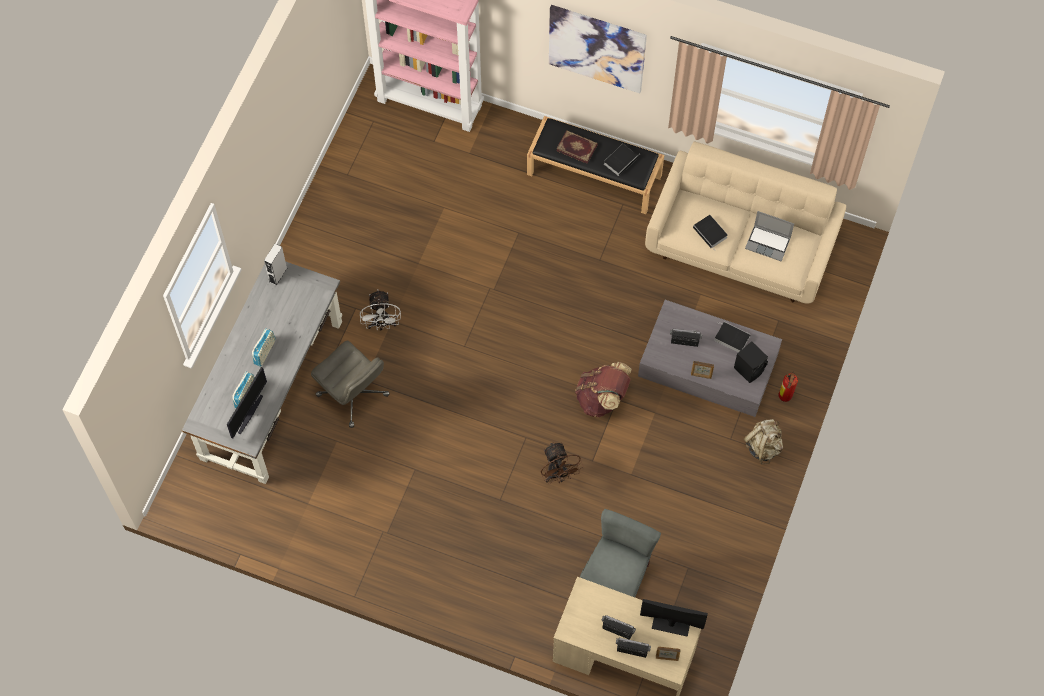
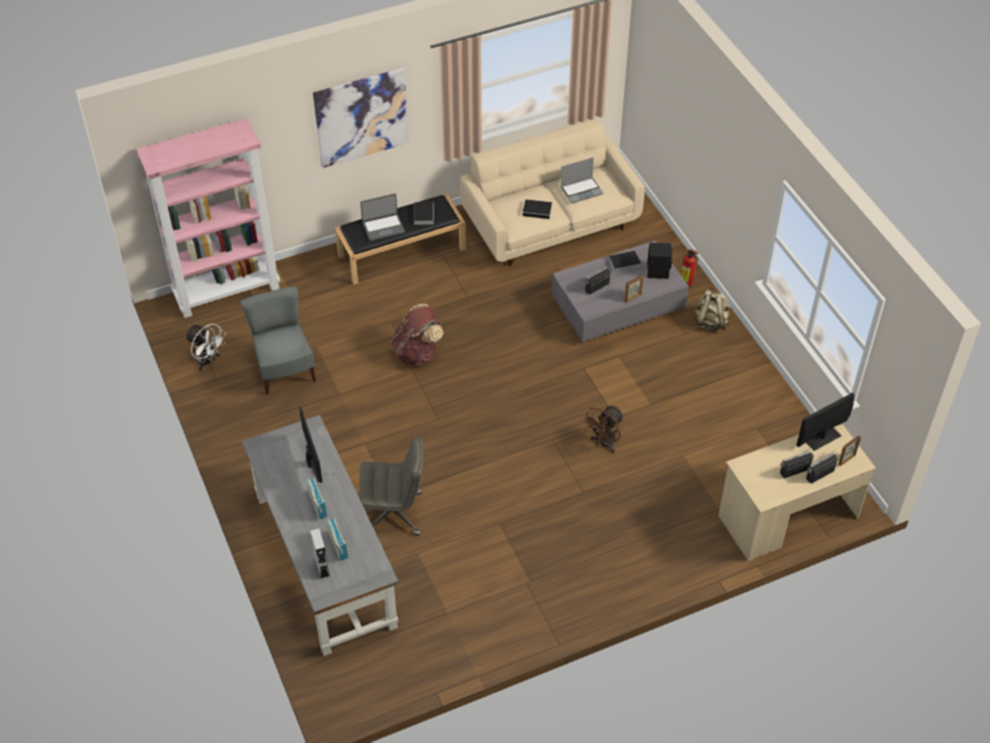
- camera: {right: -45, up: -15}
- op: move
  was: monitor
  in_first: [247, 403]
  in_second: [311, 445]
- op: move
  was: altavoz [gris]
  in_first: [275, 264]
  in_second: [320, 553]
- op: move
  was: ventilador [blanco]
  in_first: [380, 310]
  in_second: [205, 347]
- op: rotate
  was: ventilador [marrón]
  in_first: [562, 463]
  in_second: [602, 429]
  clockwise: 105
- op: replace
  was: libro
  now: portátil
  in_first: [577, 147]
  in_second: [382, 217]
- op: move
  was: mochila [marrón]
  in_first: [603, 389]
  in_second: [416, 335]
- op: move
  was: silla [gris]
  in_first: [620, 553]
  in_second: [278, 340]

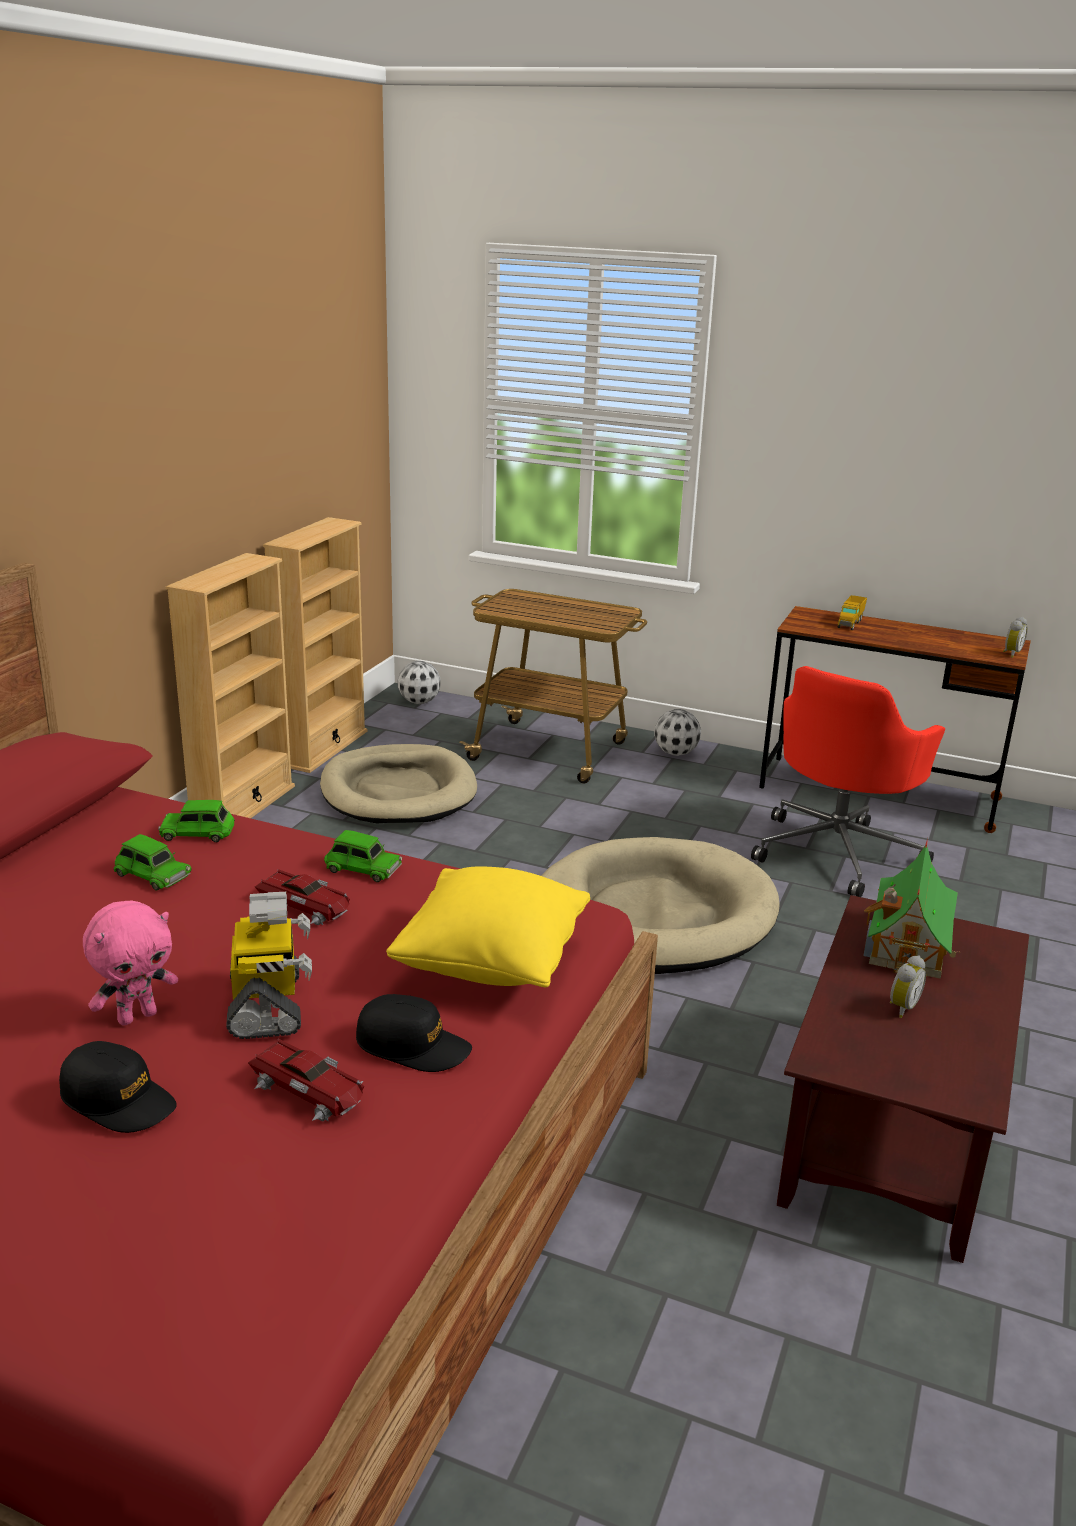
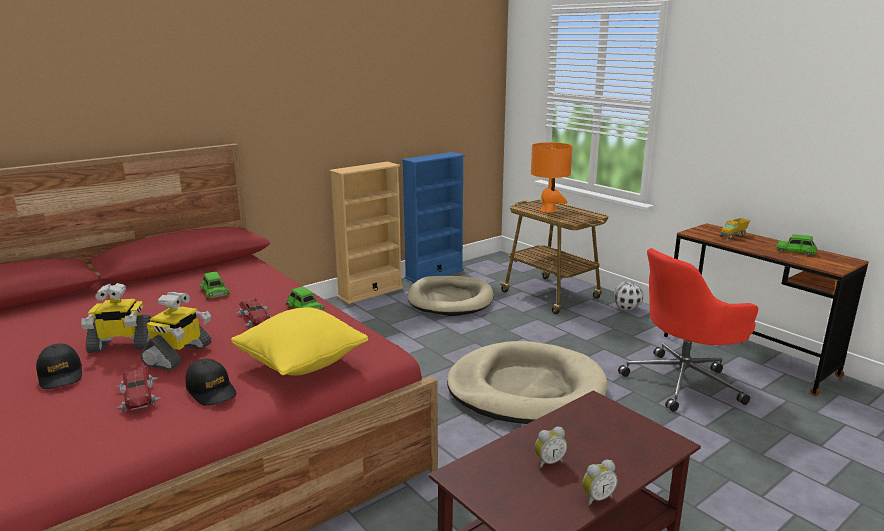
- camera: {right: 30, up: -5}
- op: replace
  was: peluche [rosa]
  now: robot de juguete
  in_first: [130, 963]
  in_second: [116, 318]
- op: move
  was: coche de juguete [verde]
  in_first: [196, 821]
  in_second: [796, 245]
- op: recolor
  was: estantería [beis]
  now: estantería [azul]
  in_first: [315, 645]
  in_second: [433, 217]
- op: delete
  was: balón de fútbol
  in_first: [419, 682]
- op: delete
  was: casita
  in_first: [912, 908]
- op: move
  was: despertador
  in_first: [1015, 637]
  in_second: [600, 483]
- op: insert
  now: lámpara de mesa [naranja]
  in_second: [552, 177]

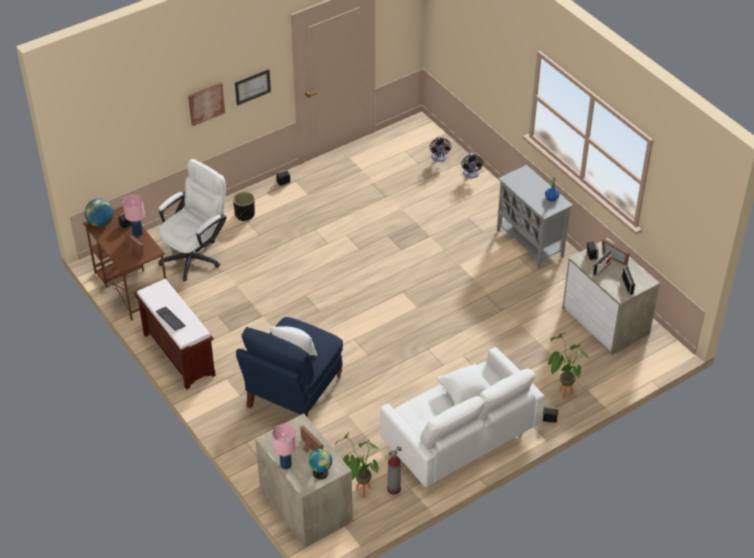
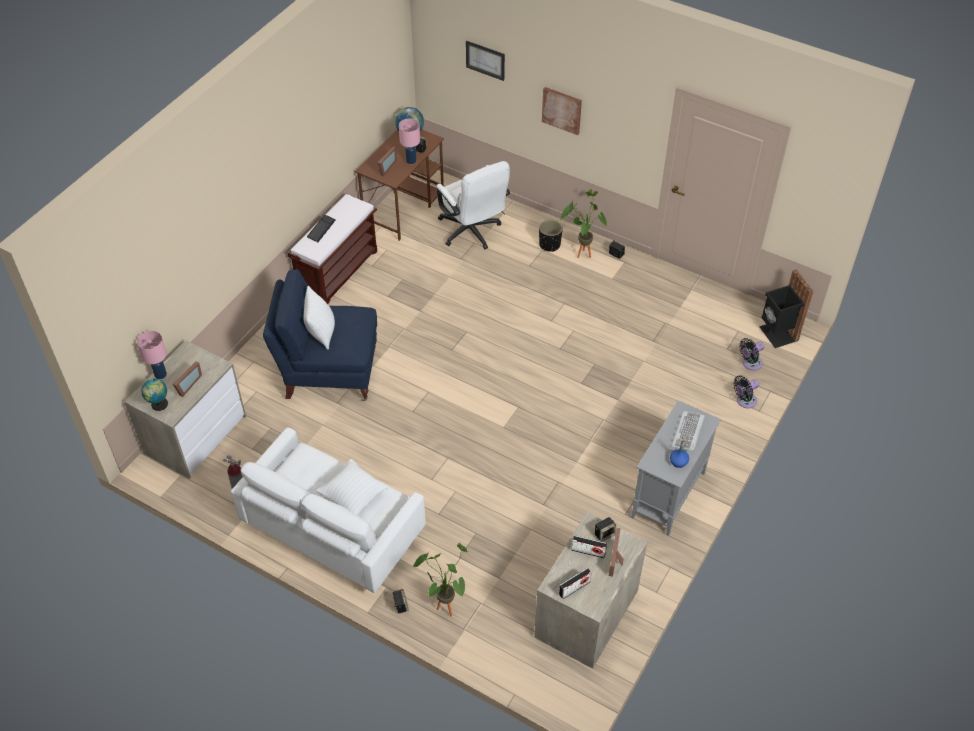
- camera: {right: 65, up: 5}
- op: rotate
  was: silla de oficina [blanco]
  in_first: [192, 220]
  in_second: [473, 205]
  clockwise: 45
- op: move
  was: cuadro
  in_first: [253, 87]
  in_second: [485, 61]
- op: move
  was: planta en maceta
  in_first: [357, 465]
  in_second: [584, 223]
- op: insert
  now: teclado
  in_second: [688, 431]
- op: insert
  now: papelera [negro]
  in_second: [786, 309]

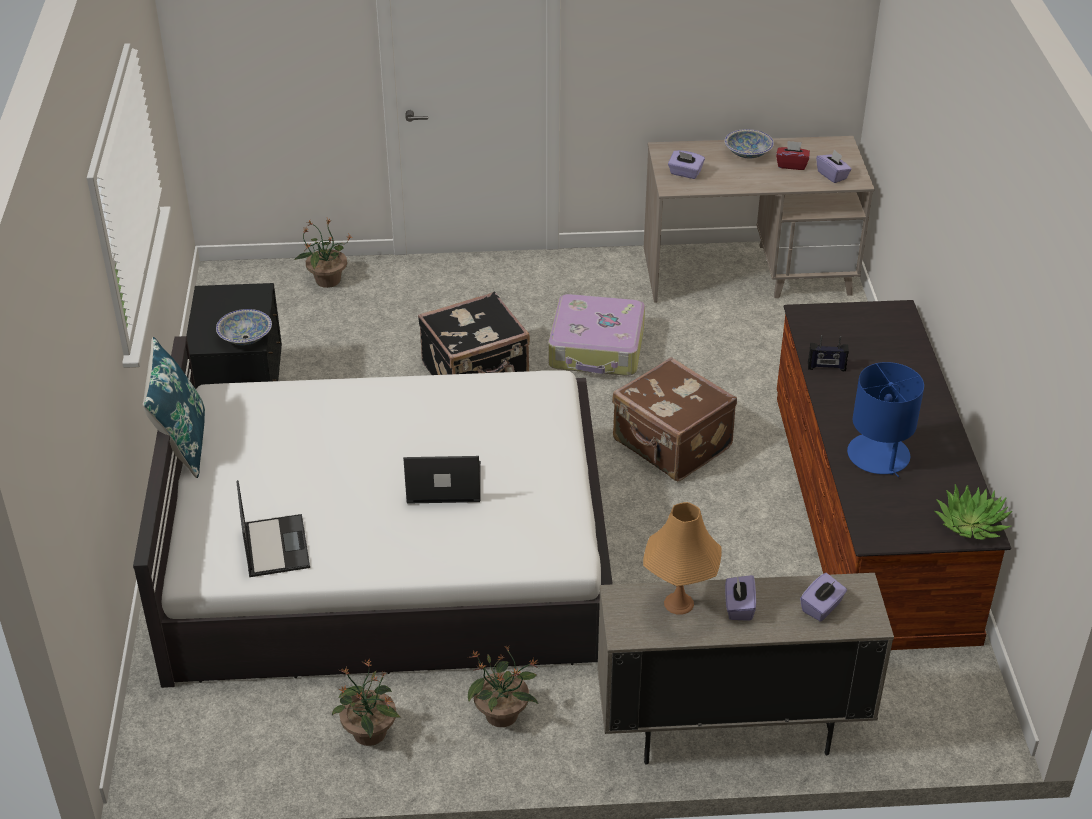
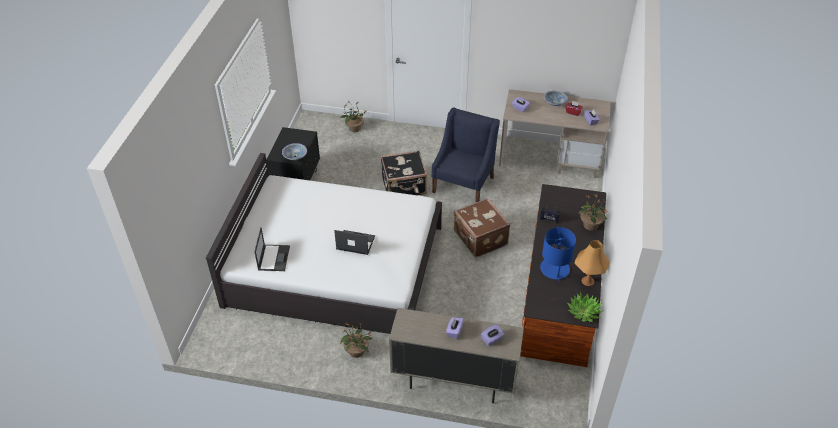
- camera: {right: 15, up: 5}
- op: delete
  was: cojín [azul]
  in_first: [174, 407]
- op: move
  was: planta en maceta
  in_first: [366, 702]
  in_second: [593, 213]
- op: replace
  was: maleta
  now: sillón [azul]
  in_first: [597, 335]
  in_second: [465, 155]
- op: move
  was: lámpara de mesa [naranja]
  in_first: [682, 558]
  in_second: [592, 263]

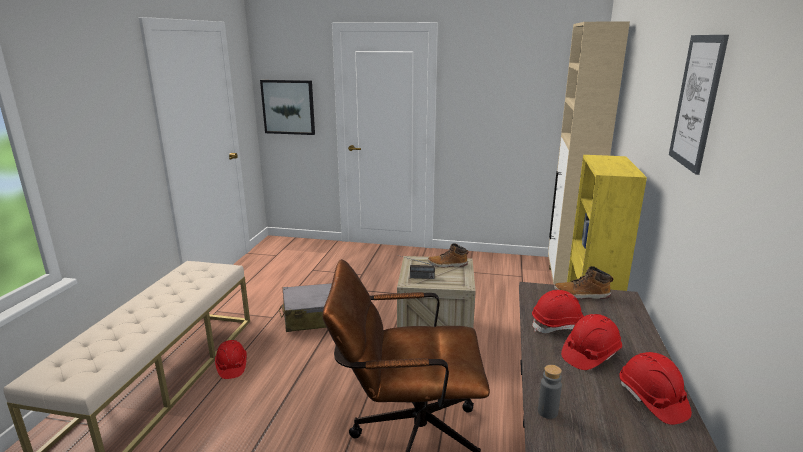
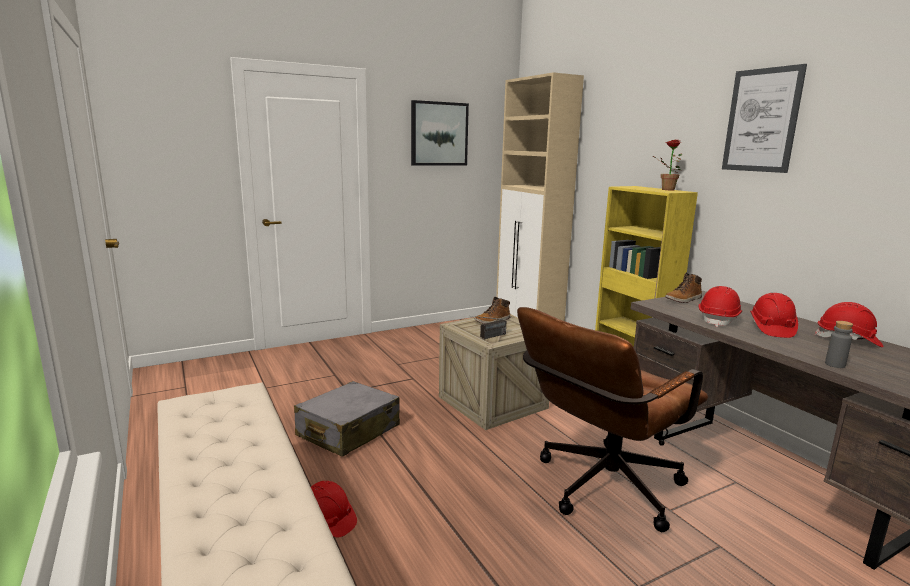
- camera: {right: -40, up: -5}
- op: move
  was: cuadro
  in_first: [287, 107]
  in_second: [440, 133]
- op: insert
  now: planta en maceta
  in_second: [667, 164]

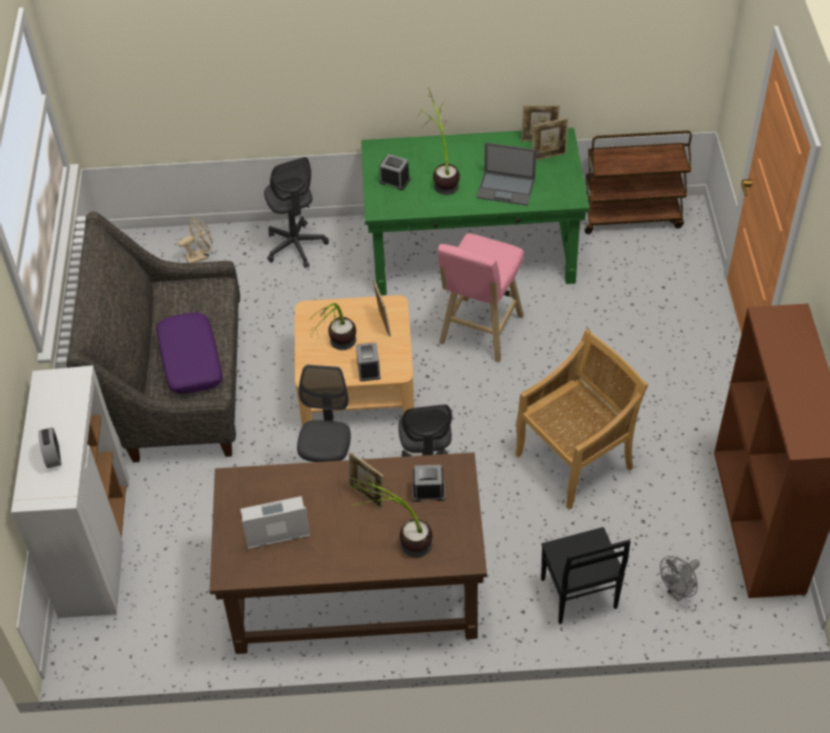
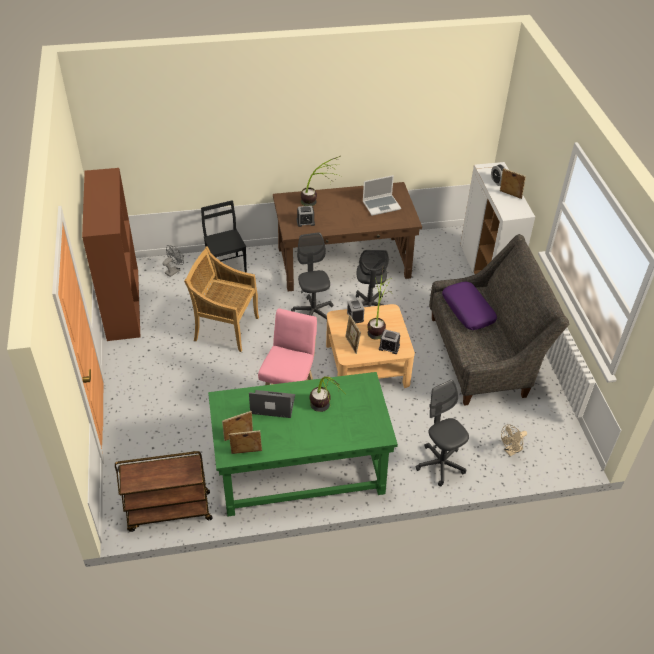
- camera: {right: 170, up: -5}
- op: move
  was: portarretratos
  in_first: [366, 480]
  in_second: [513, 183]
- op: move
  was: despertador
  in_first: [395, 172]
  in_second: [389, 341]
- op: rotate
  was: silla [beis]
  in_first: [582, 419]
  in_second: [221, 299]
  clockwise: 60

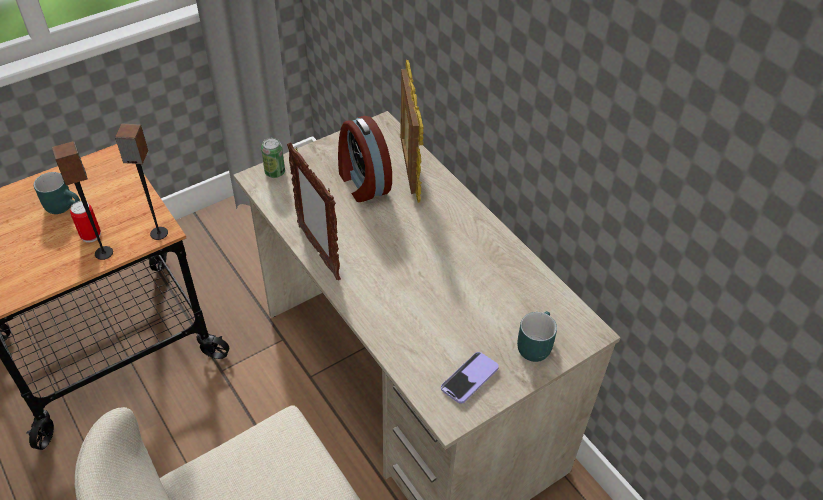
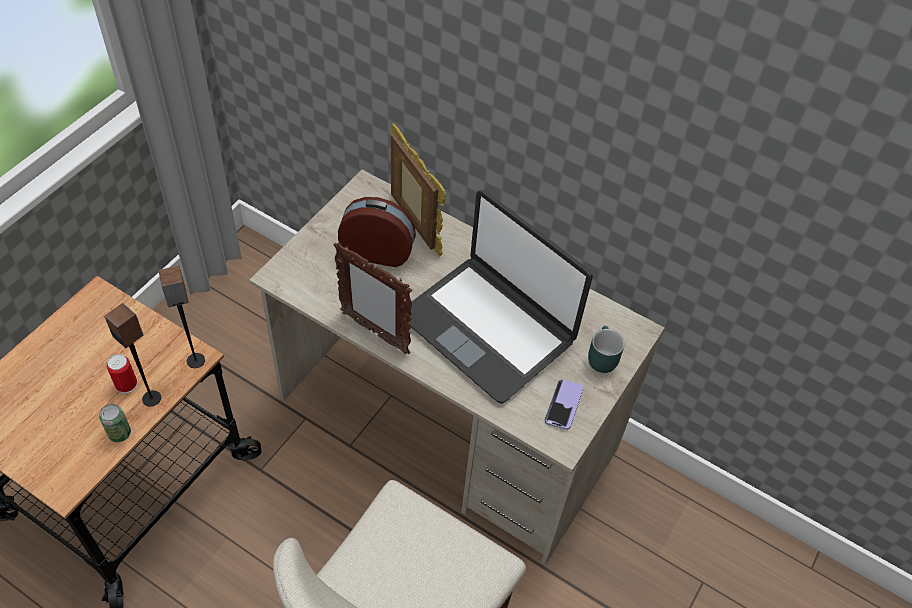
- camera: {right: -25, up: 5}
- op: delete
  was: taza grande [turquesa]
  in_first: [57, 193]
- op: move
  was: lata
  in_first: [273, 158]
  in_second: [115, 423]
- op: rotate
  was: despertador
  in_first: [365, 159]
  in_second: [377, 232]
  clockwise: 150
- op: insert
  now: portátil
  in_second: [501, 297]

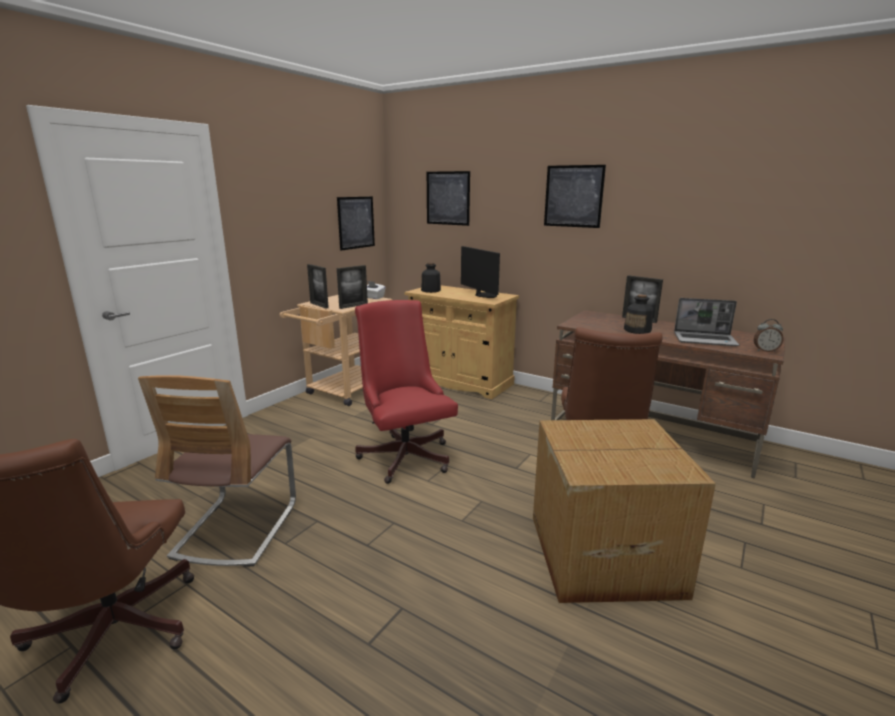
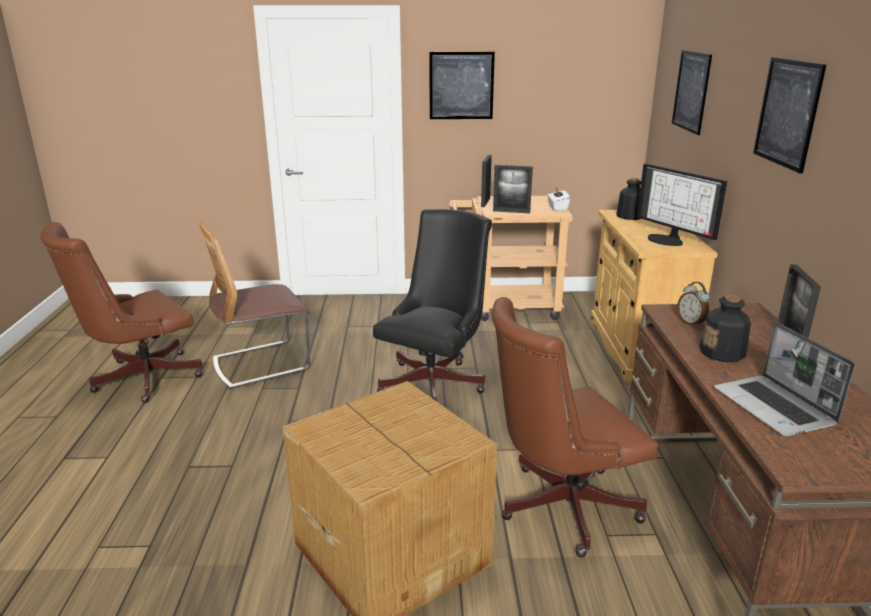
- camera: {right: 55, up: 5}
- op: move
  was: cuadro
  in_first: [356, 224]
  in_second: [462, 85]
- op: recolor
  was: silla de oficina [rojo]
  now: silla de oficina [negro]
  in_first: [406, 392]
  in_second: [432, 305]
- op: rotate
  was: monitor
  in_first: [480, 272]
  in_second: [682, 205]
  clockwise: 120
- op: move
  was: despertador
  in_first: [768, 335]
  in_second: [693, 305]

